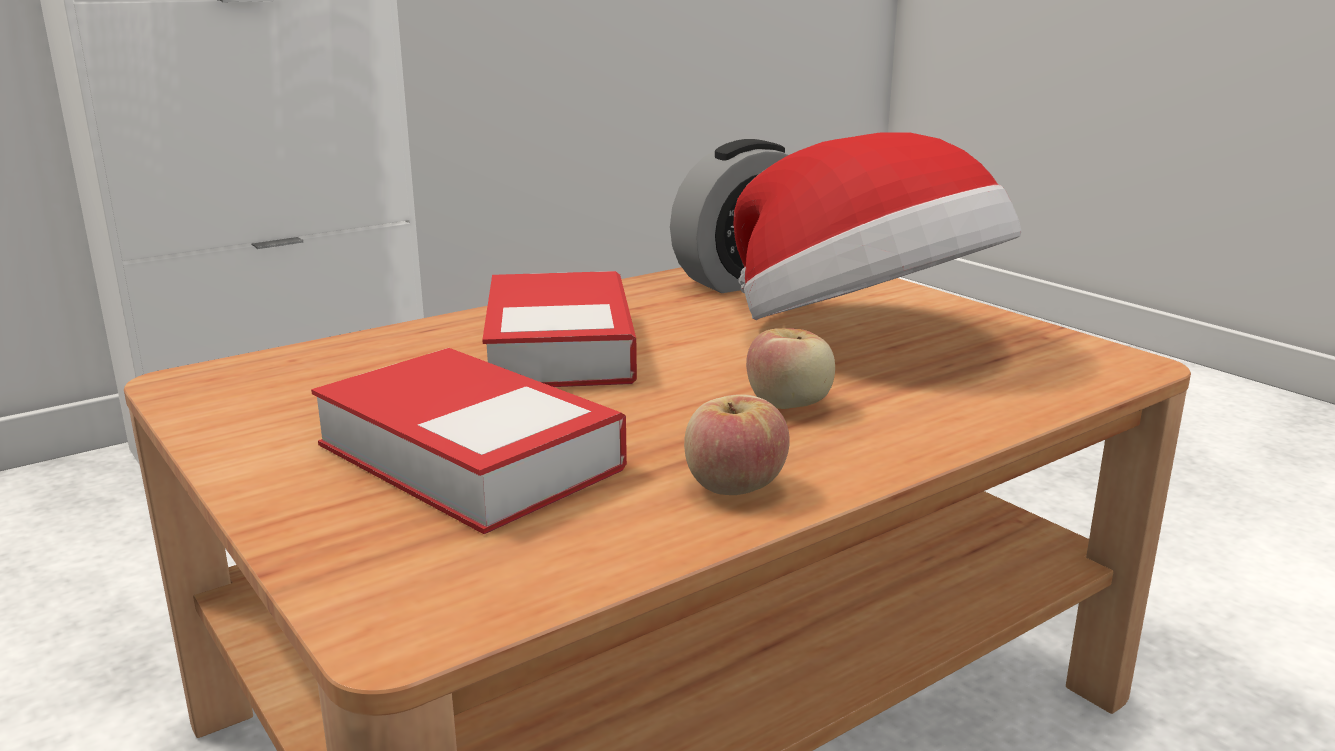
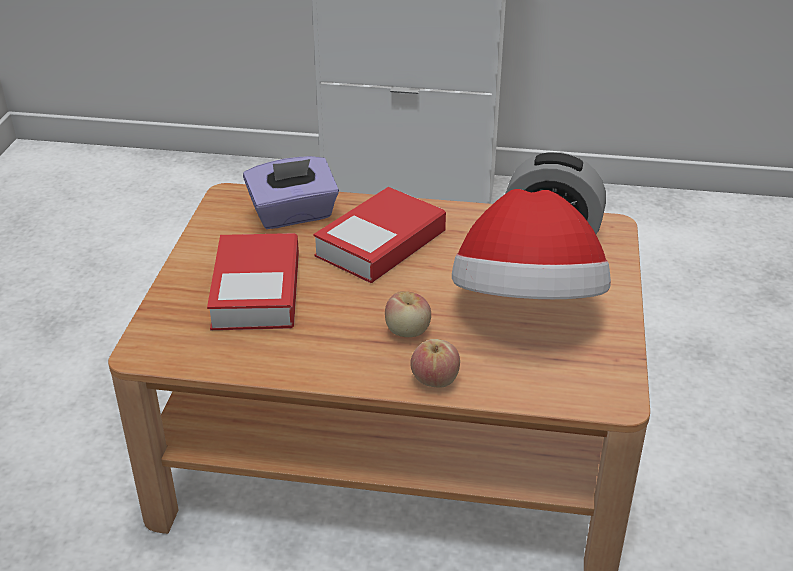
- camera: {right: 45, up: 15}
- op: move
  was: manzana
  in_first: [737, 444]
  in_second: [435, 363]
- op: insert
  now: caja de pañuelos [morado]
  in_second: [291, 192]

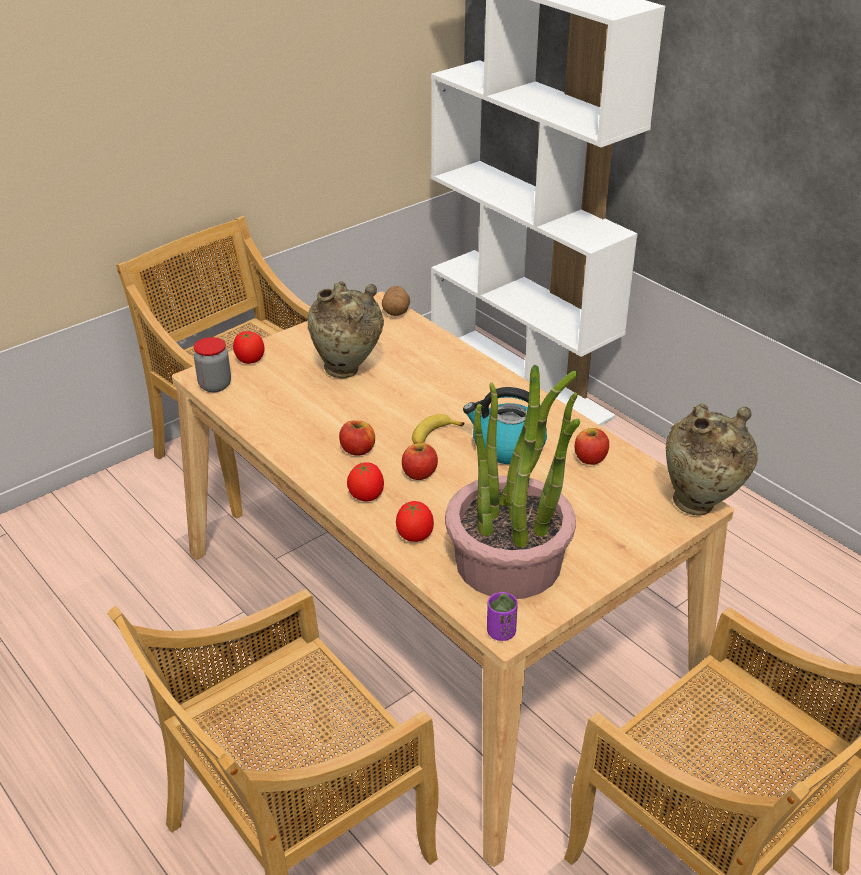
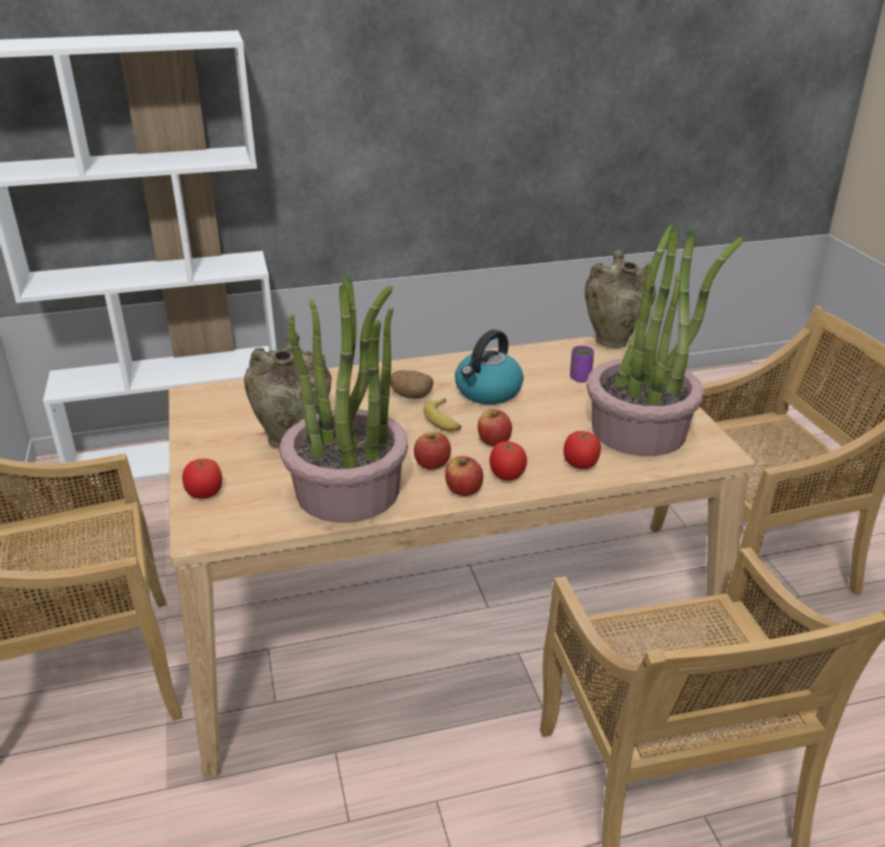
- camera: {right: -65, up: -5}
- op: delete
  was: tarro
  in_first: [212, 364]
- op: move
  was: patata
  in_first: [396, 301]
  in_second: [412, 384]
- op: move
  was: taza [morado]
  in_first: [502, 616]
  in_second: [582, 364]
- op: move
  was: manzana
  in_first: [592, 446]
  in_second: [464, 476]
- op: insert
  now: planta en maceta
  in_second: [344, 399]

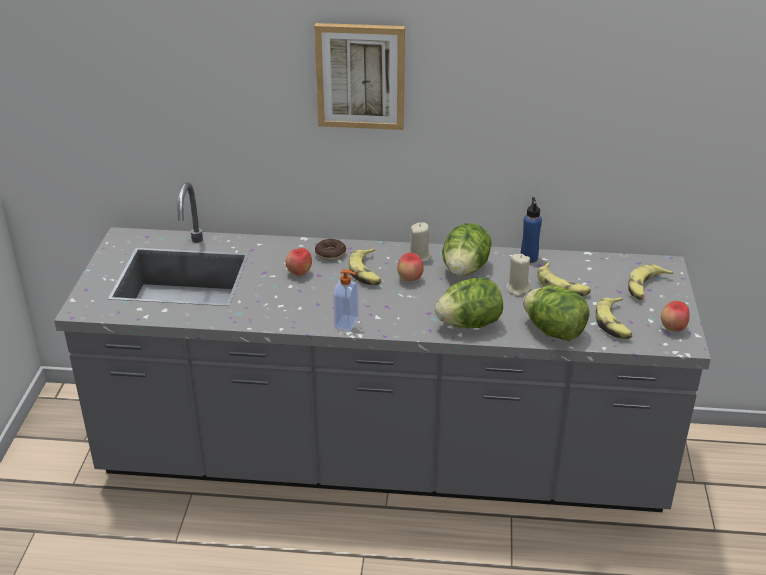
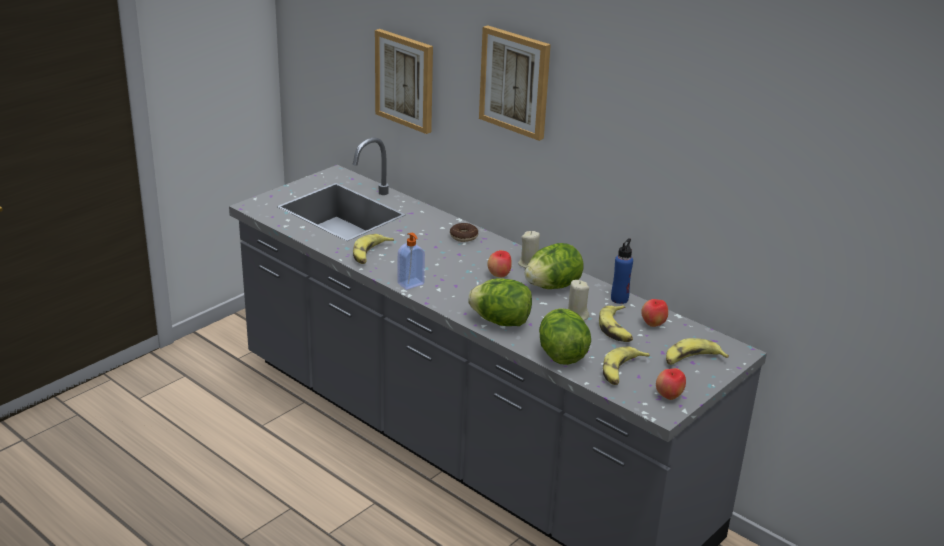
- camera: {right: 35, up: -5}
- op: move
  was: manzana
  in_first: [298, 262]
  in_second: [654, 313]
- op: move
  was: plátano
  in_first: [365, 266]
  in_second: [373, 249]
- op: insert
  now: cuadro
  in_second: [404, 81]

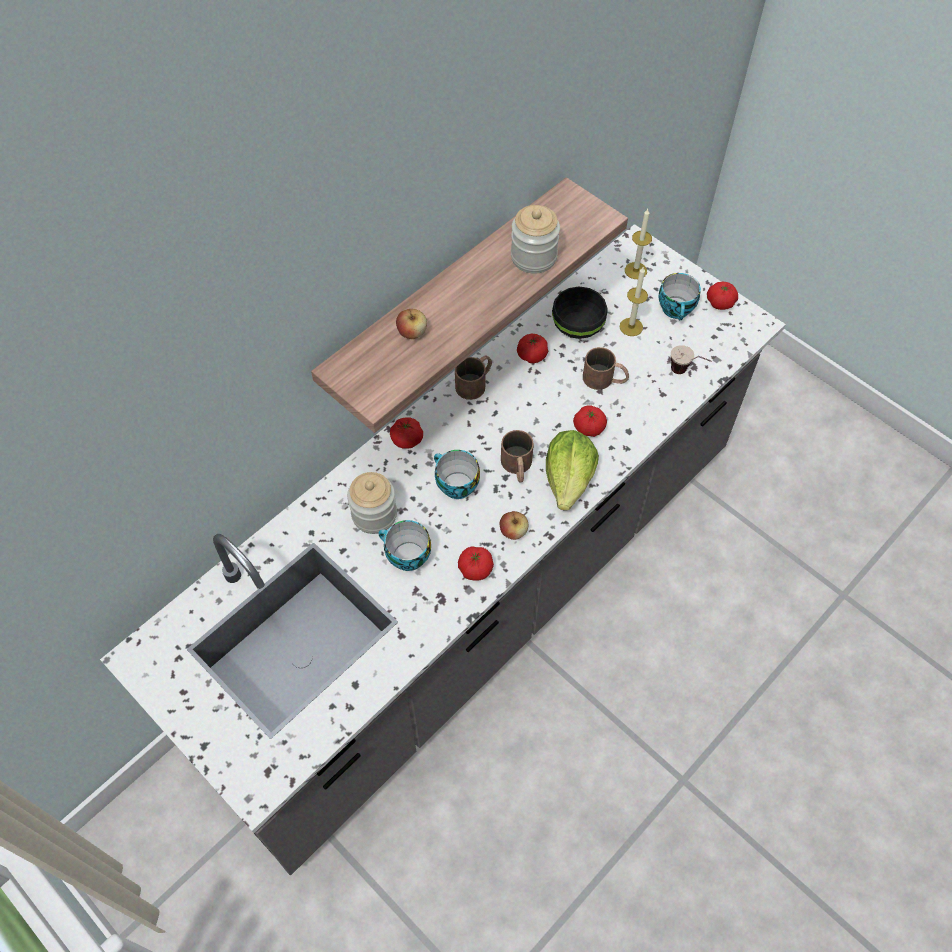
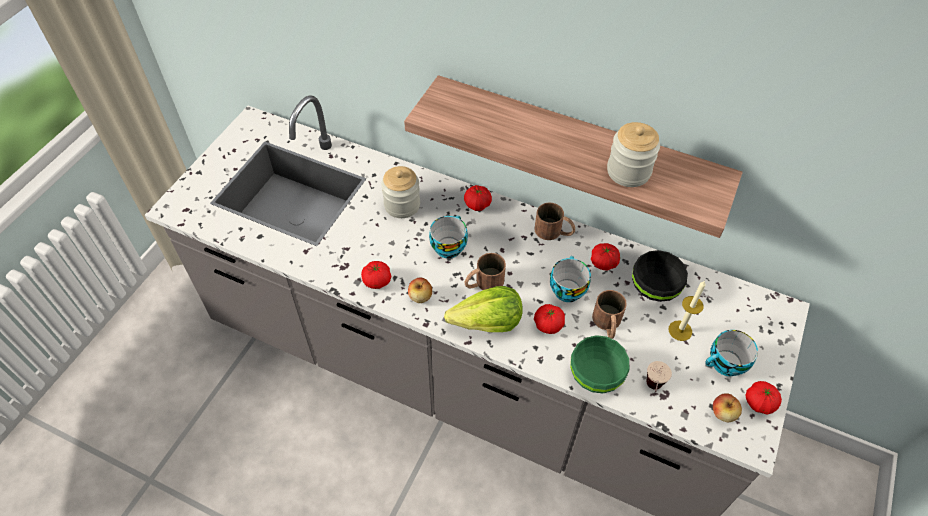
- camera: {right: 70, up: -5}
- op: move
  was: taza
  in_first: [404, 545]
  in_second: [570, 279]
- op: move
  was: manzana
  in_first: [411, 324]
  in_second: [727, 407]
- op: delete
  was: vela
  in_first: [638, 244]
- op: insert
  now: cuenco [verde]
  in_second: [599, 364]

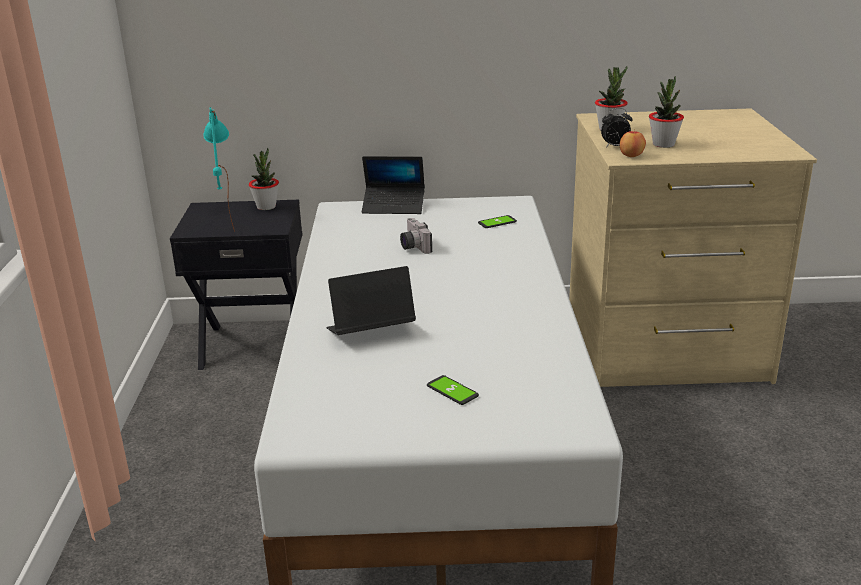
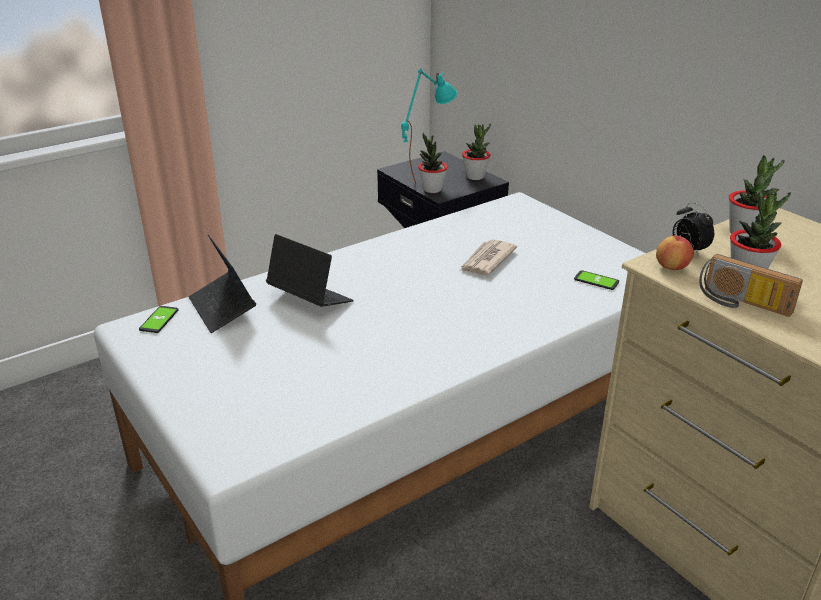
- camera: {right: 55, up: 5}
- op: move
  was: portátil
  in_first: [393, 185]
  in_second: [222, 284]
- op: replace
  was: cámara
  now: periódico
  in_first: [416, 236]
  in_second: [488, 257]
- op: move
  was: móvil
  in_first: [453, 390]
  in_second: [159, 319]
- op: insert
  now: planta en maceta
  in_second: [433, 163]
- op: insert
  now: radio
  in_second: [751, 285]

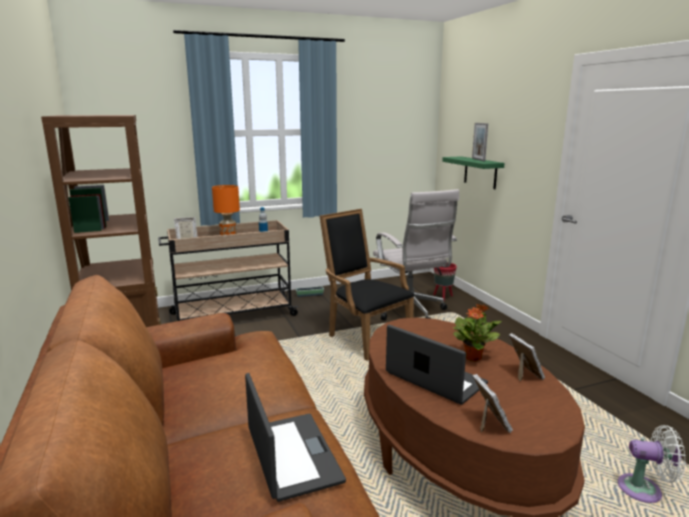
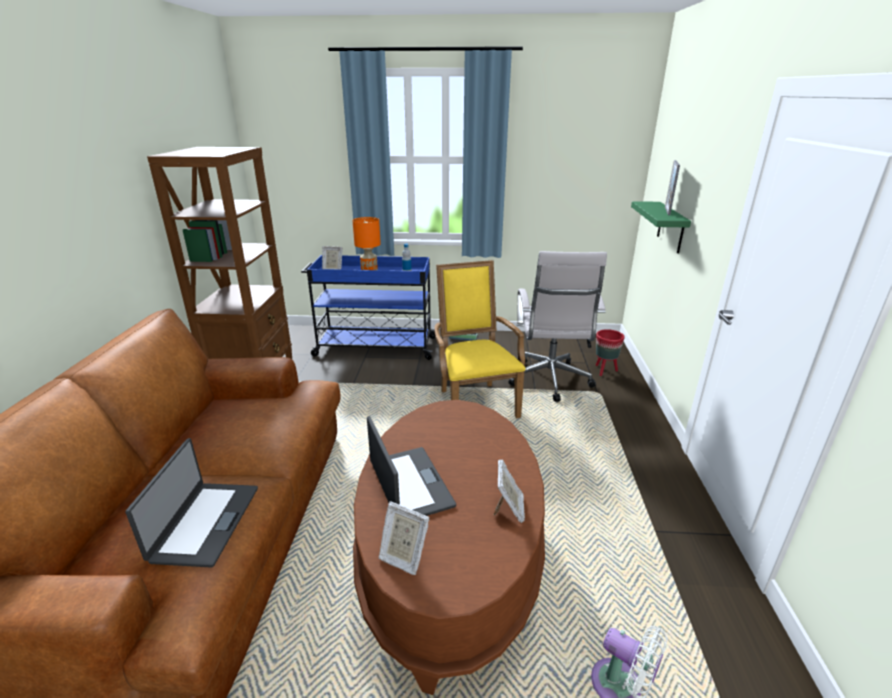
- camera: {right: 25, up: 10}
- op: recolor
  was: carrito [beis]
  now: carrito [azul]
  in_first: [228, 270]
  in_second: [368, 307]
- op: recolor
  was: sillón [negro]
  now: sillón [amarillo]
  in_first: [367, 285]
  in_second: [480, 339]
- op: delete
  was: planta en maceta
  in_first: [477, 332]
- op: rotate
  was: portarretratos
  in_first: [493, 403]
  in_second: [404, 538]
  clockwise: 105

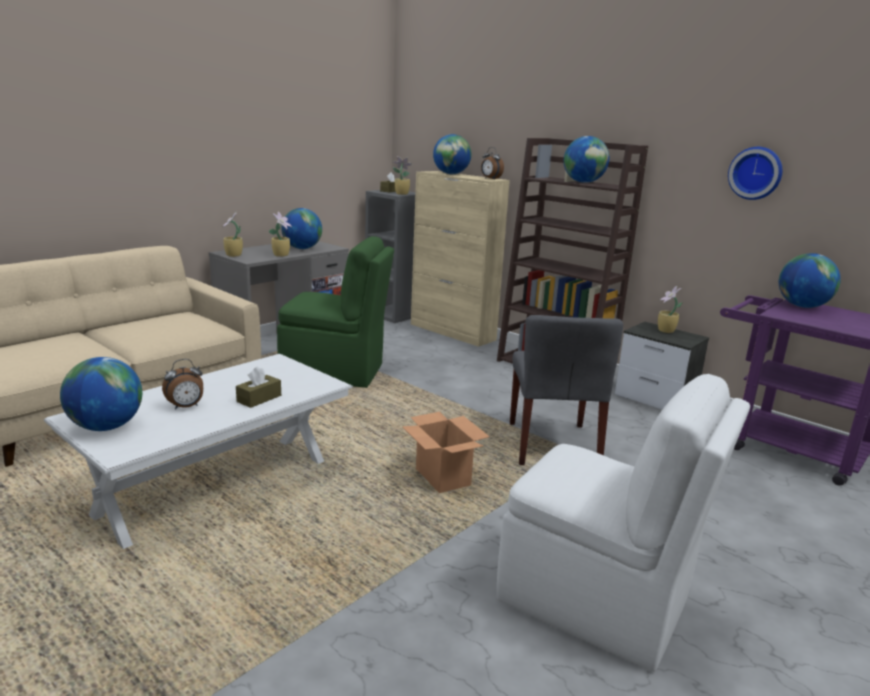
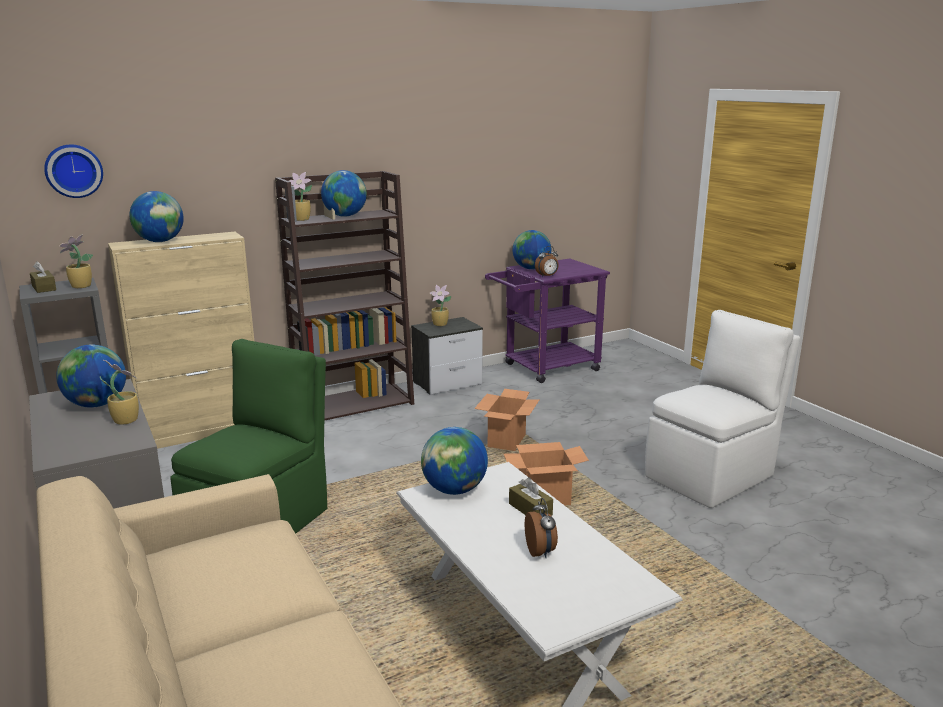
- camera: {right: -70, up: 0}
- op: move
  was: globo terráqueo
  in_first: [101, 394]
  in_second: [454, 461]
- op: move
  was: planta en maceta
  in_first: [232, 234]
  in_second: [300, 196]
- op: move
  was: despertador
  in_first: [492, 163]
  in_second: [547, 261]
- op: replace
  was: silla [gris]
  now: caja de cartón
  in_first: [566, 390]
  in_second: [506, 420]
- op: move
  was: reloj de pared
  in_first: [755, 173]
  in_second: [73, 171]

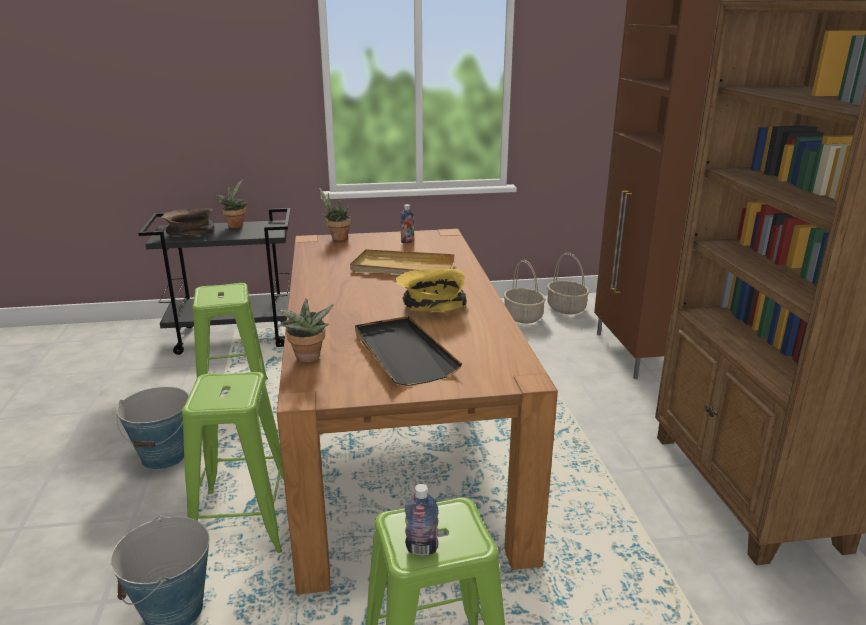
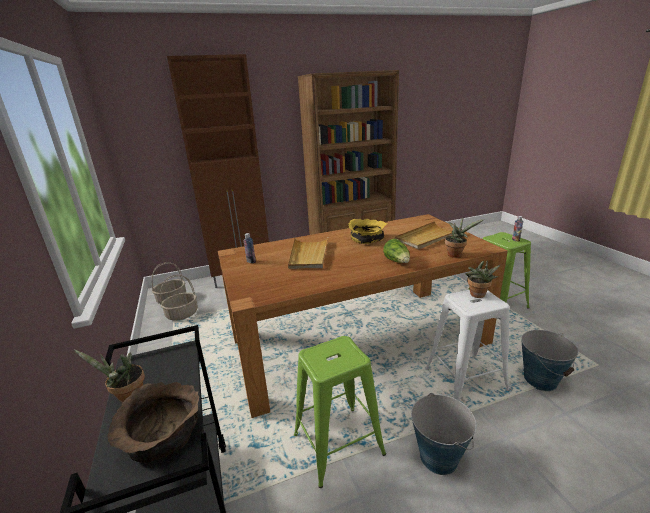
- camera: {right: -100, up: 0}
- op: recolor
  was: taburete [verde]
  now: taburete [blanco]
  in_first: [233, 462]
  in_second: [467, 345]
- op: move
  was: planta en maceta
  in_first: [335, 214]
  in_second: [483, 279]
- op: recolor
  was: bandeja [negro]
  now: bandeja [beis]
  in_first: [408, 351]
  in_second: [428, 235]
- op: insert
  now: lechuga
  in_second: [396, 251]

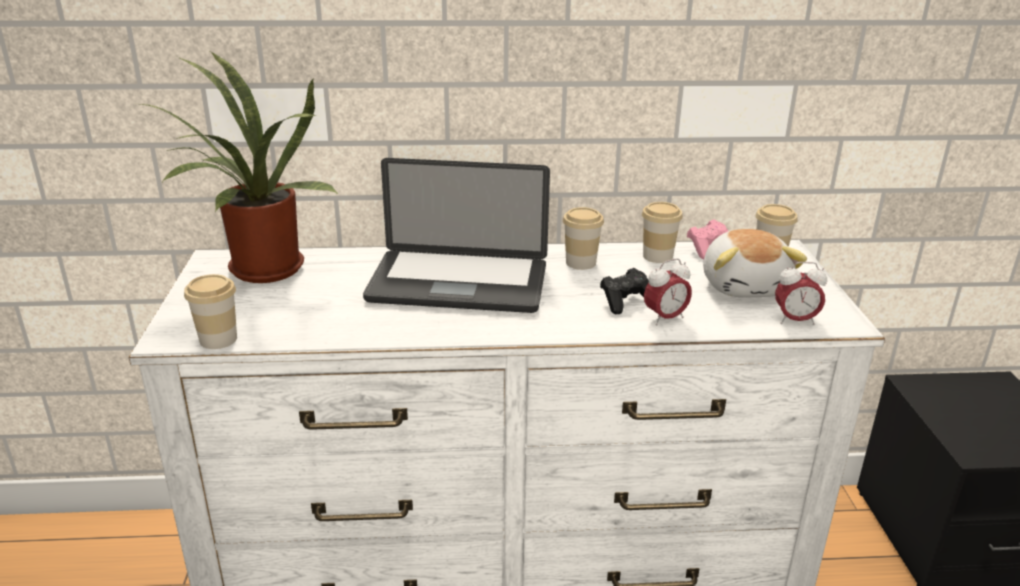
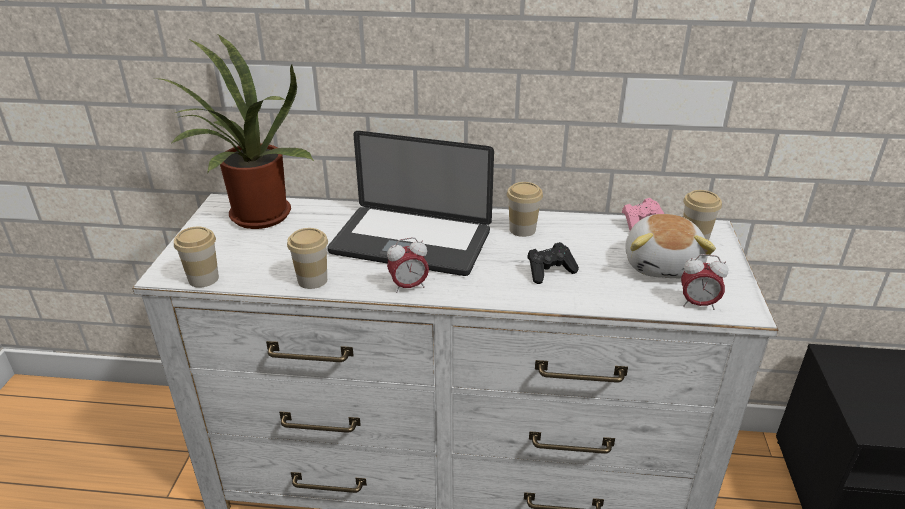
- camera: {right: 10, up: 5}
- op: move
  was: taza
  in_first: [662, 232]
  in_second: [307, 258]
- op: move
  was: despertador
  in_first: [668, 291]
  in_second: [408, 265]

